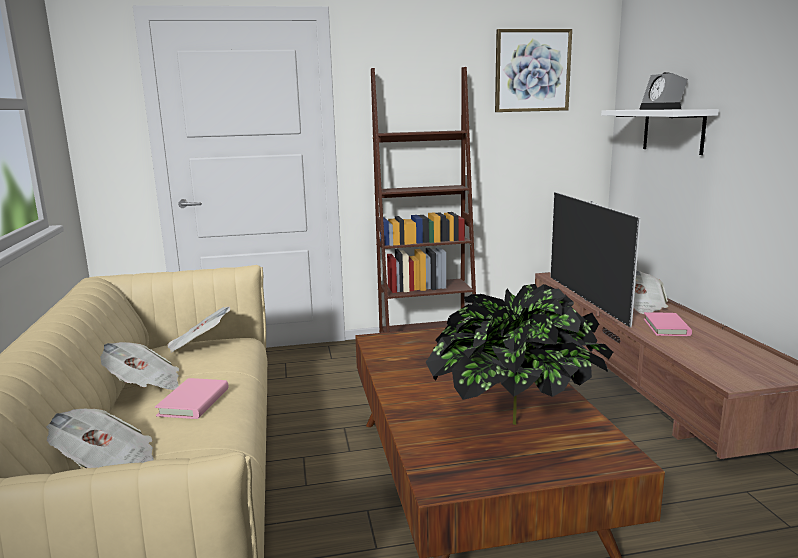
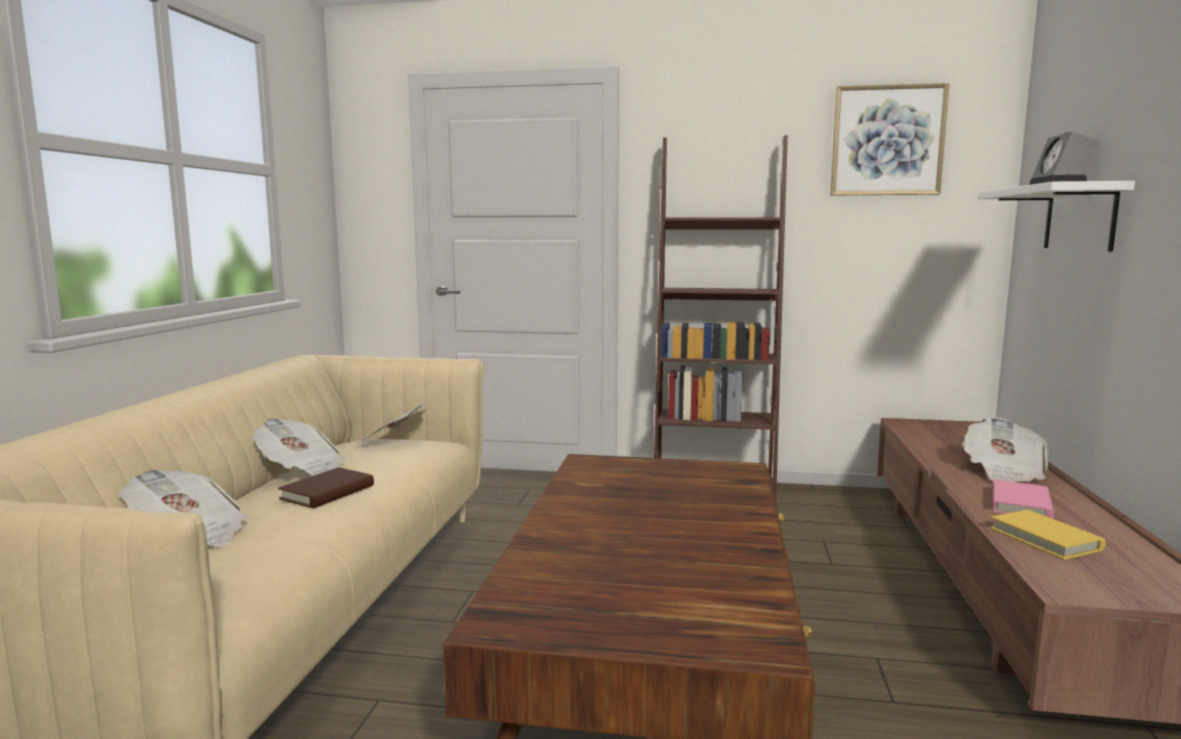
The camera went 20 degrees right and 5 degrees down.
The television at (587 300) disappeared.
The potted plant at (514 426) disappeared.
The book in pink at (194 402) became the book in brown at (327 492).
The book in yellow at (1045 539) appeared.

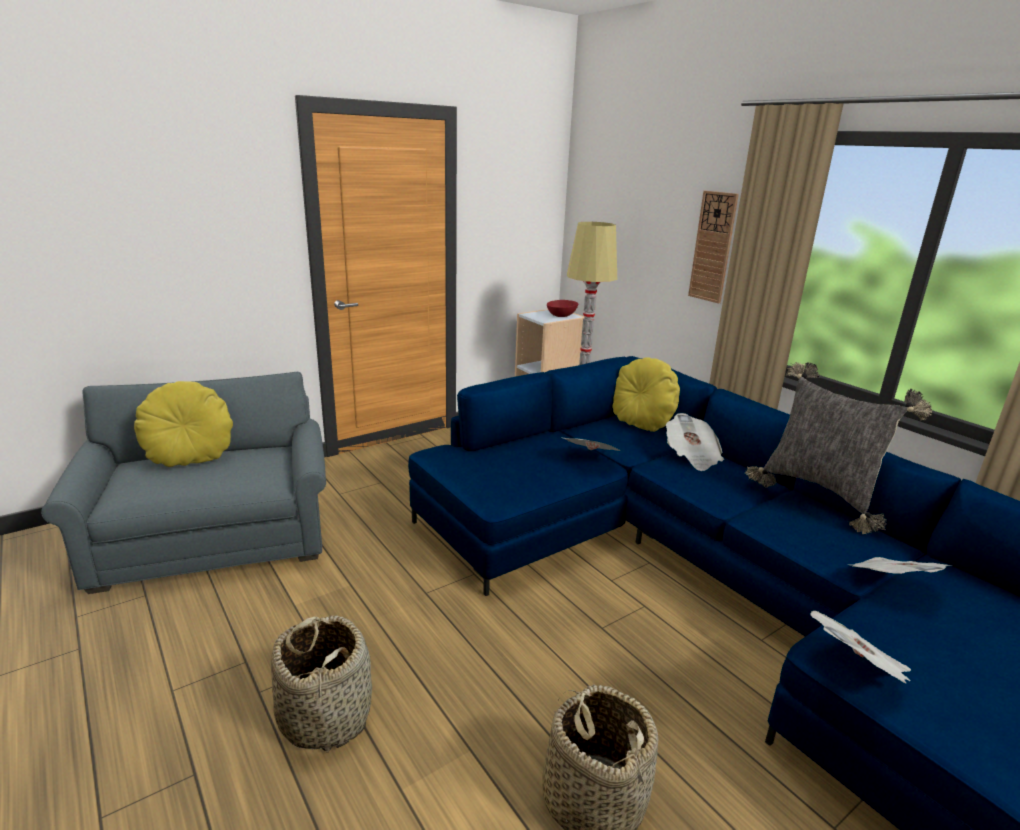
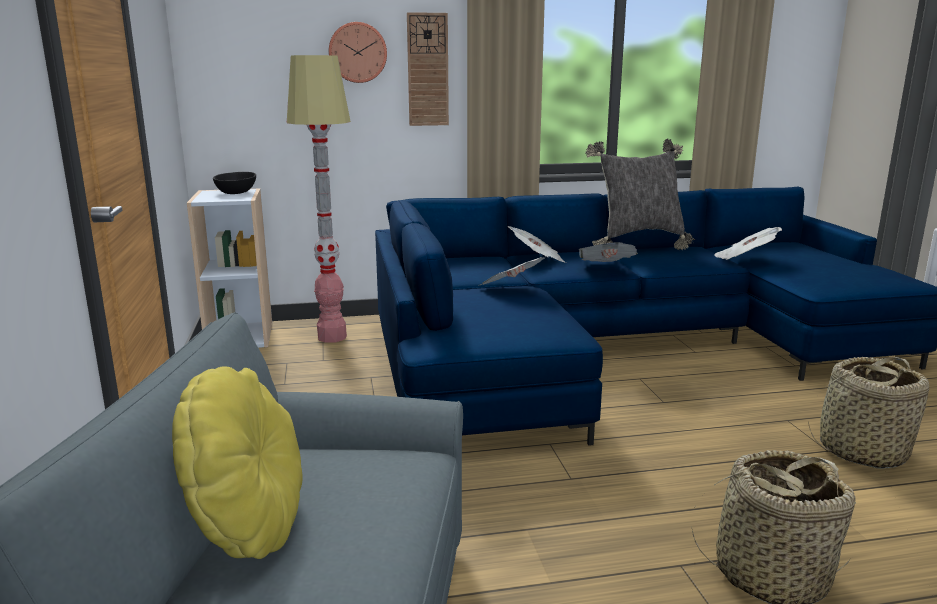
The camera went 65 degrees left and 5 degrees down.
The bowl in red at (561 316) became the bowl in black at (236 193).
The pillow in yellow at (641 424) disappeared.
The newspaper moved from (857 668) to (606 269).
The wall clock at (357 52) appeared.

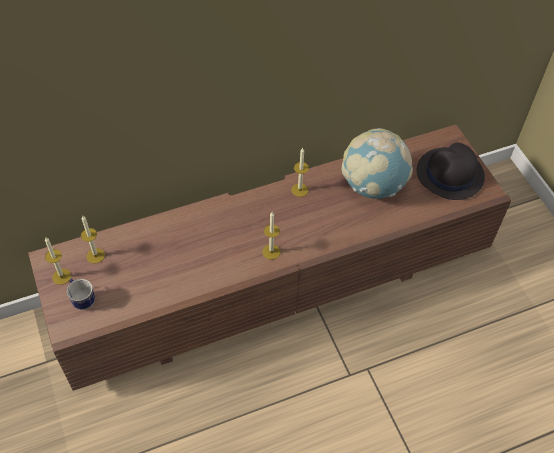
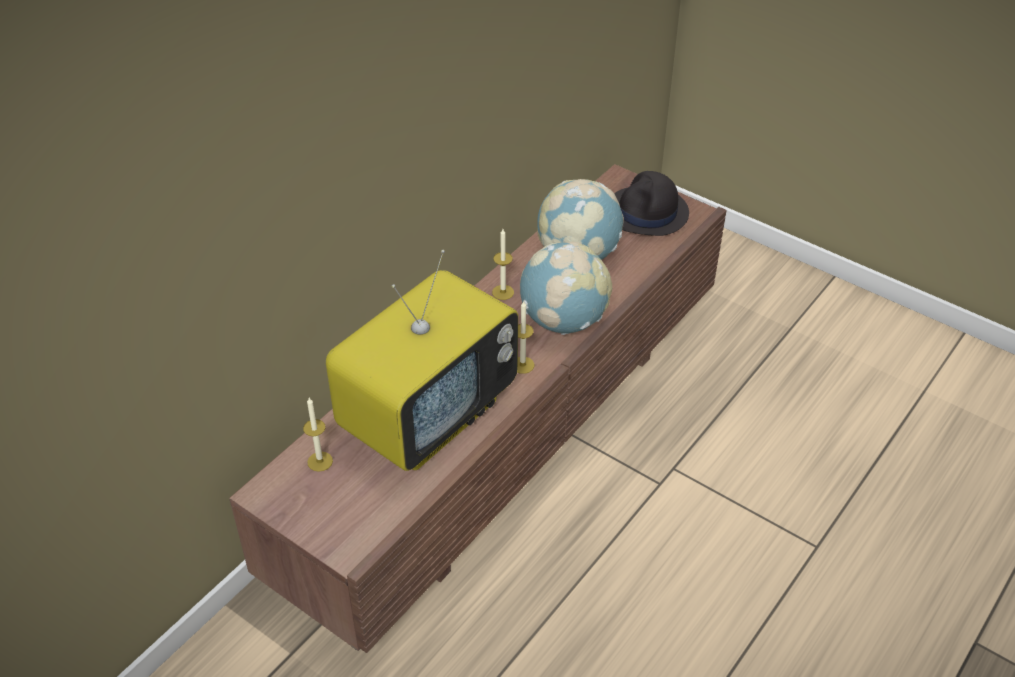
The camera went 30 degrees left and 10 degrees down.
The candle at (61 276) disappeared.
The mug at (82 300) disappeared.
The globe at (564 321) appeared.
The television at (428 415) appeared.

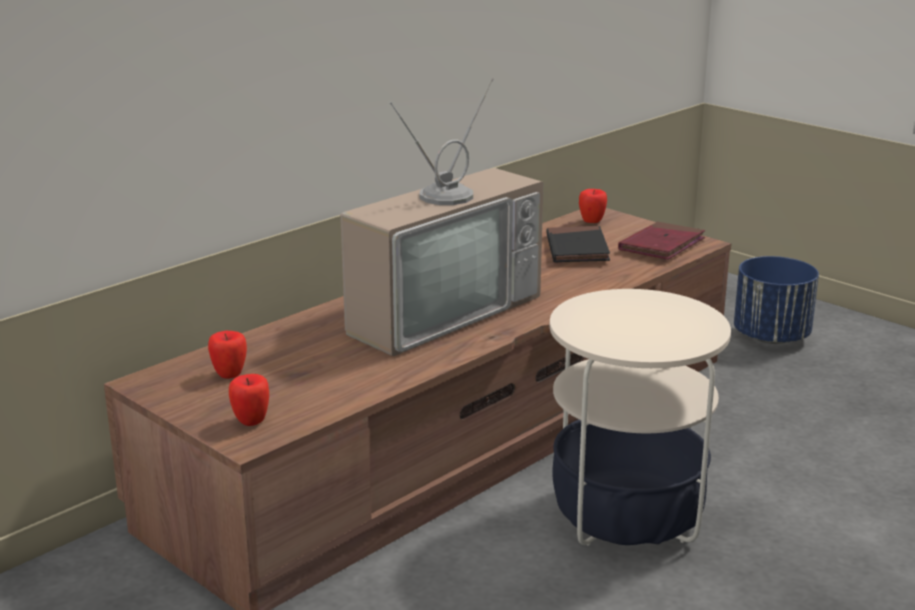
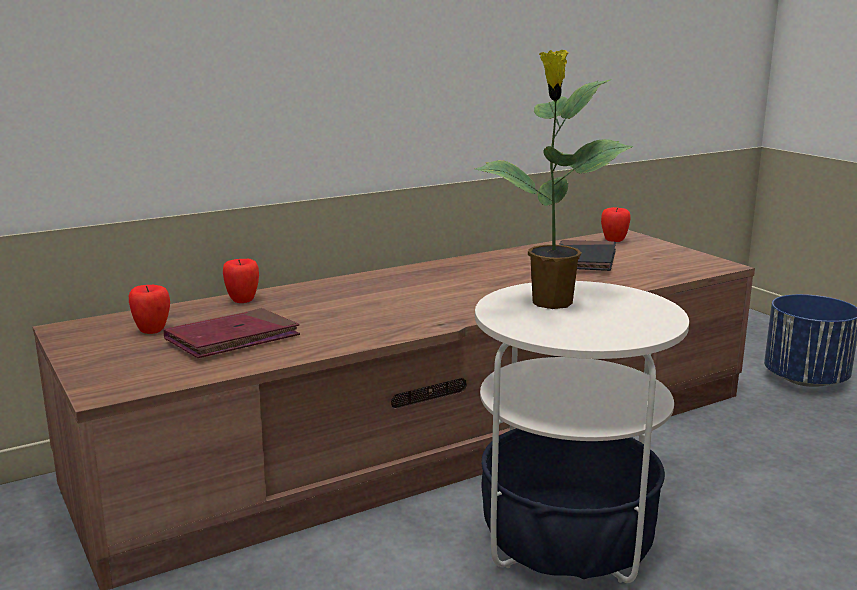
The camera went 15 degrees right and 5 degrees down.
The television at (437 310) disappeared.
The book in red moved from (661 245) to (233 339).
The apple moved from (251 421) to (242 300).
The potted plant at (550 303) appeared.

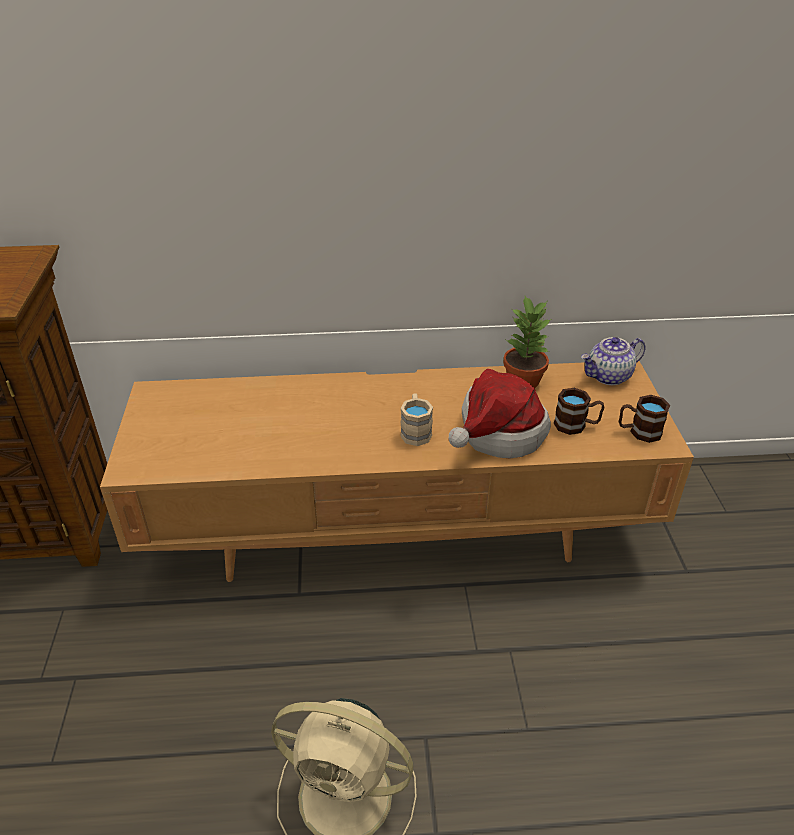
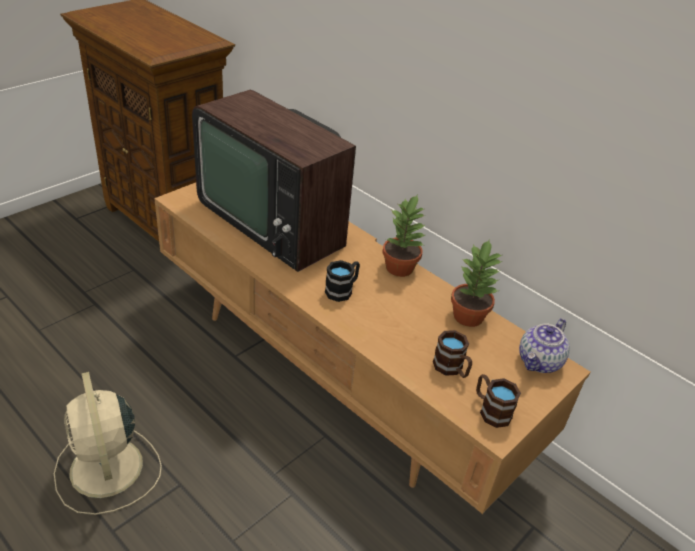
The camera went 45 degrees right and 0 degrees up.
The teapot at (608 377) turned 75 degrees counterclockwise.
The hat at (497 434) disappeared.
The mug in beige at (415 431) became the mug in black at (342 290).
The television at (276 218) appeared.
The potted plant at (400 268) appeared.

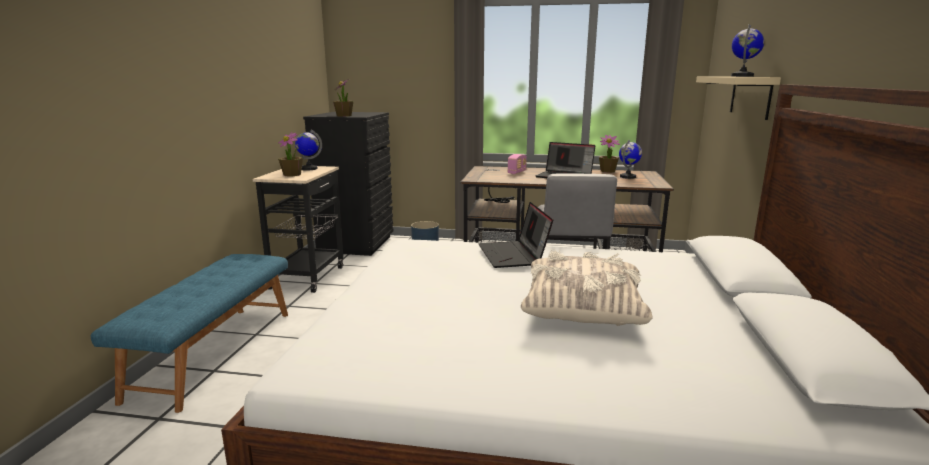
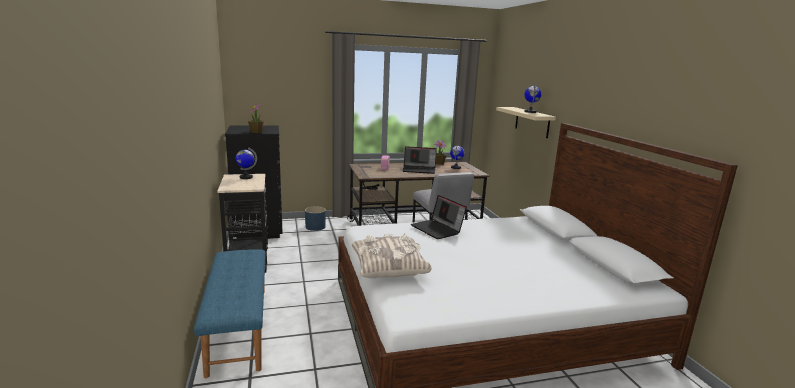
The camera went 25 degrees left and 0 degrees up.
The potted plant at (292 174) disappeared.
The pillow in beige moved from (582 311) to (389 269).

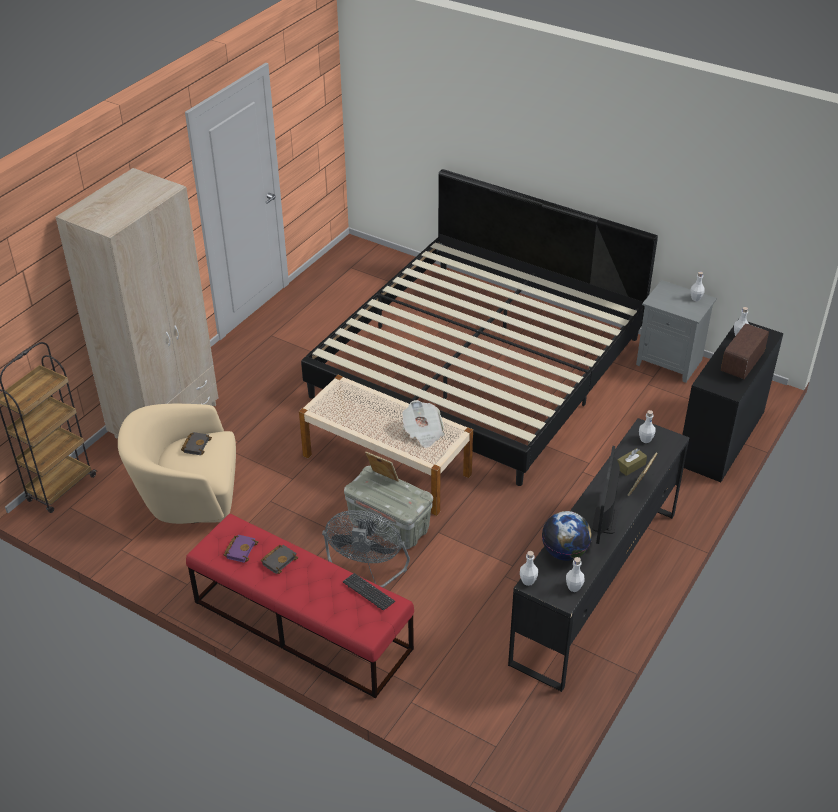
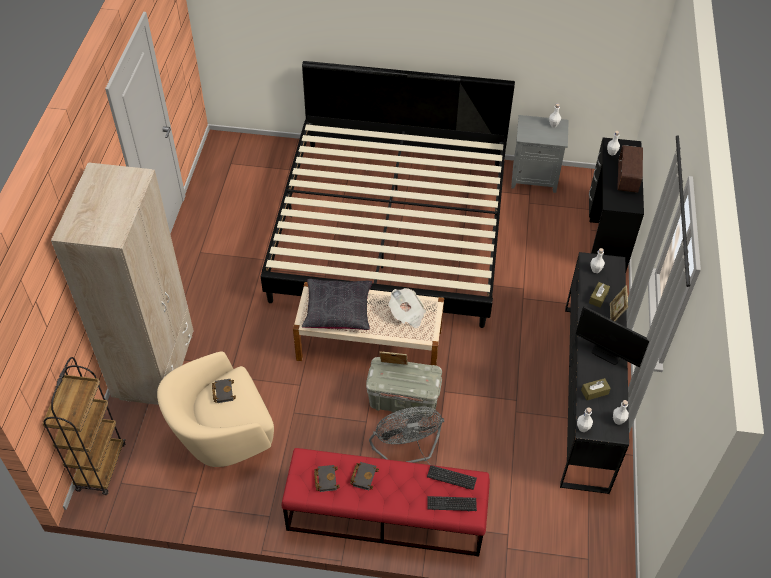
The camera went 25 degrees left and 10 degrees up.
The monitor at (605 520) turned 45 degrees counterclockwise.
The globe at (565 552) was replaced by the tissue box in brown at (594 392).
The book in purple at (240 549) became the book in black at (325 479).
The pillow in black at (338 311) appeared.
The keyboard at (451 504) appeared.

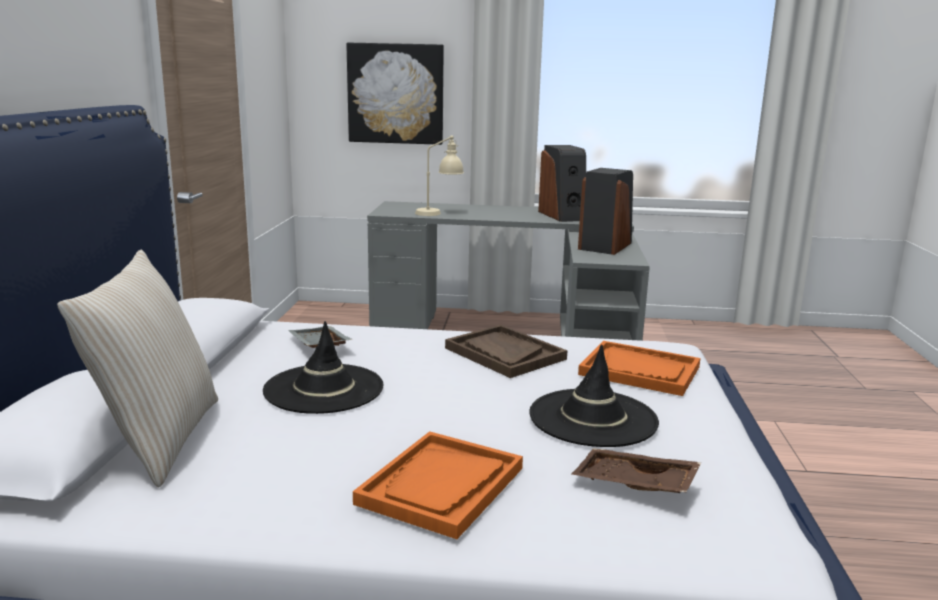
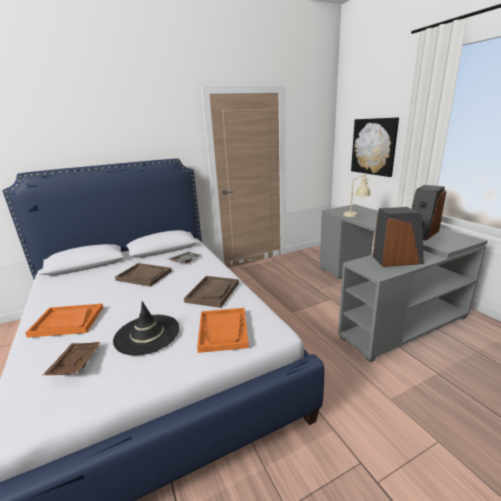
The camera went 60 degrees right and 5 degrees up.
The pillow in beige at (158 440) disappeared.
The hat in black at (324 389) was replaced by the tray in brown at (144 275).

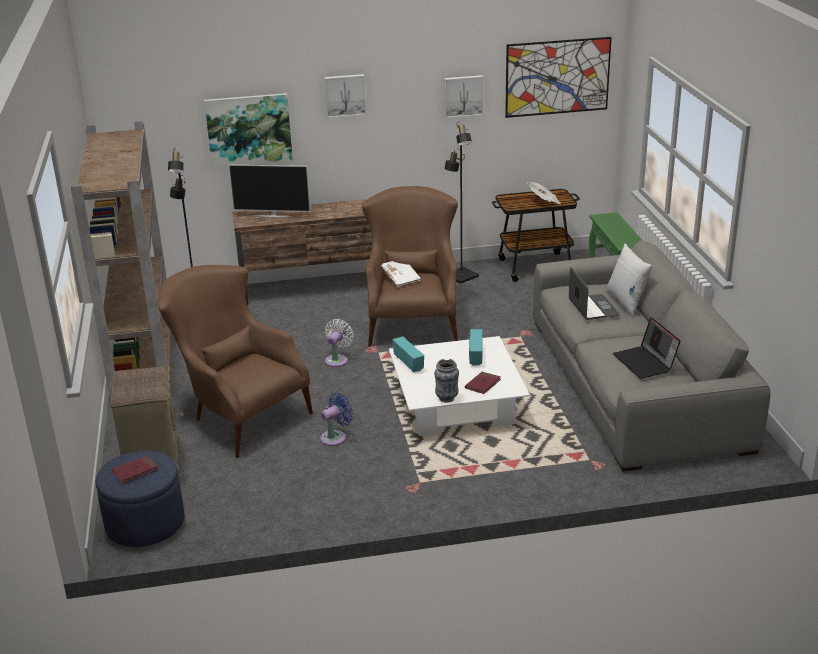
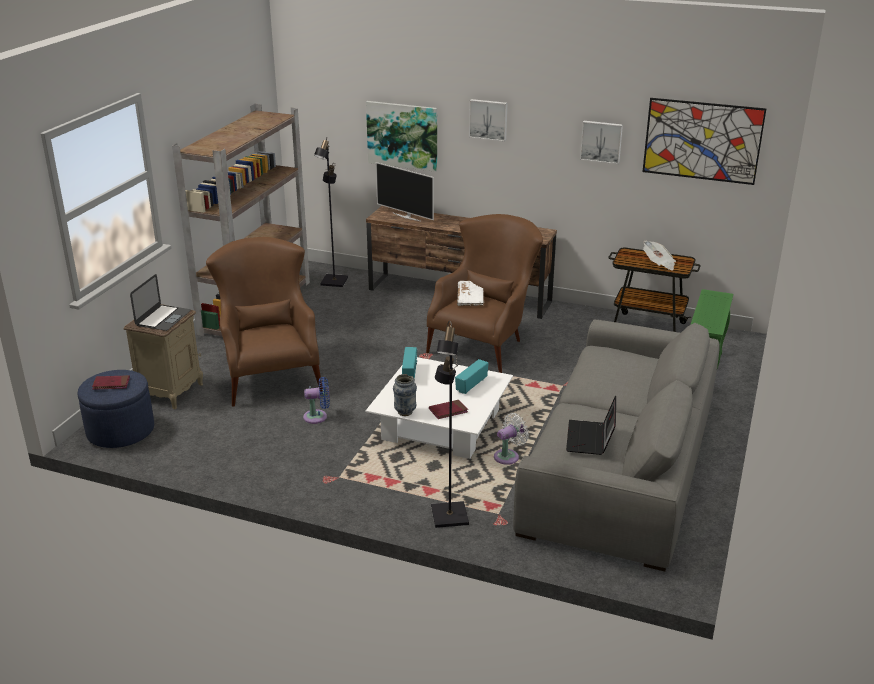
The camera went 30 degrees right and 0 degrees up.
The floor lamp in black moved from (461 276) to (449 515).
The pillow in grey at (626 302) disappeared.
The laptop moved from (593 307) to (163 318).
The fan in white moved from (337 360) to (508 456).

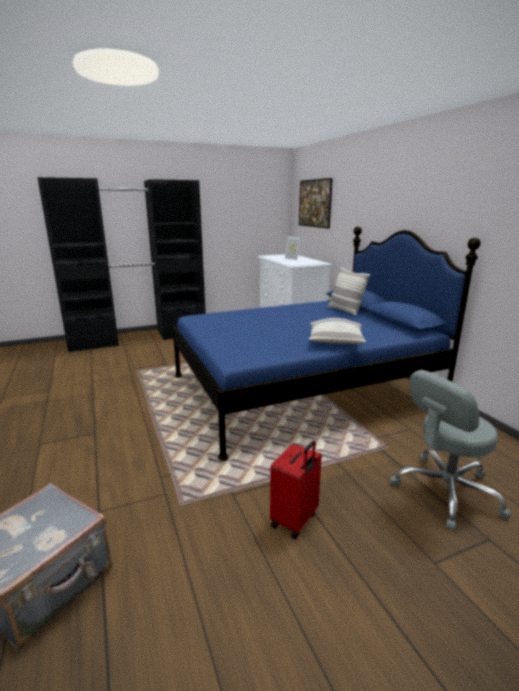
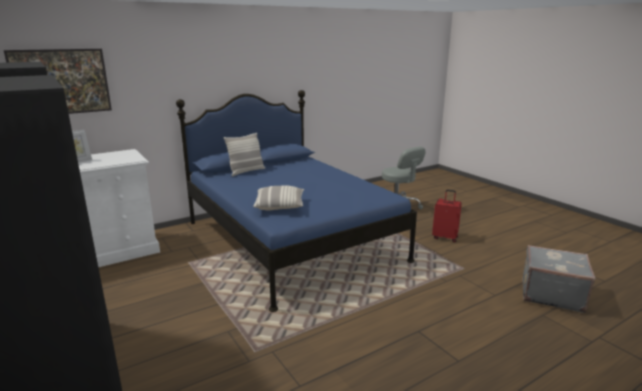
The camera went 100 degrees left and 0 degrees up.
The pillow moved from (335 342) to (280 206).

